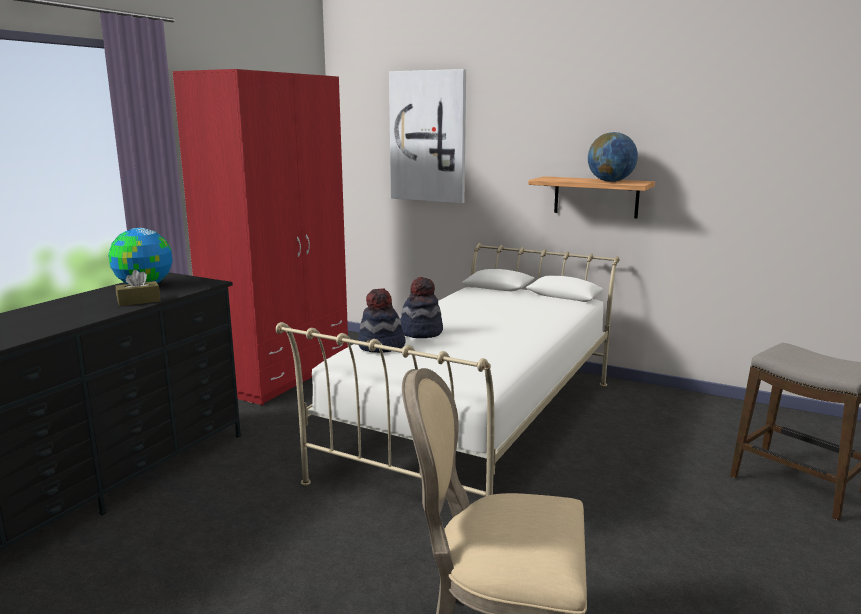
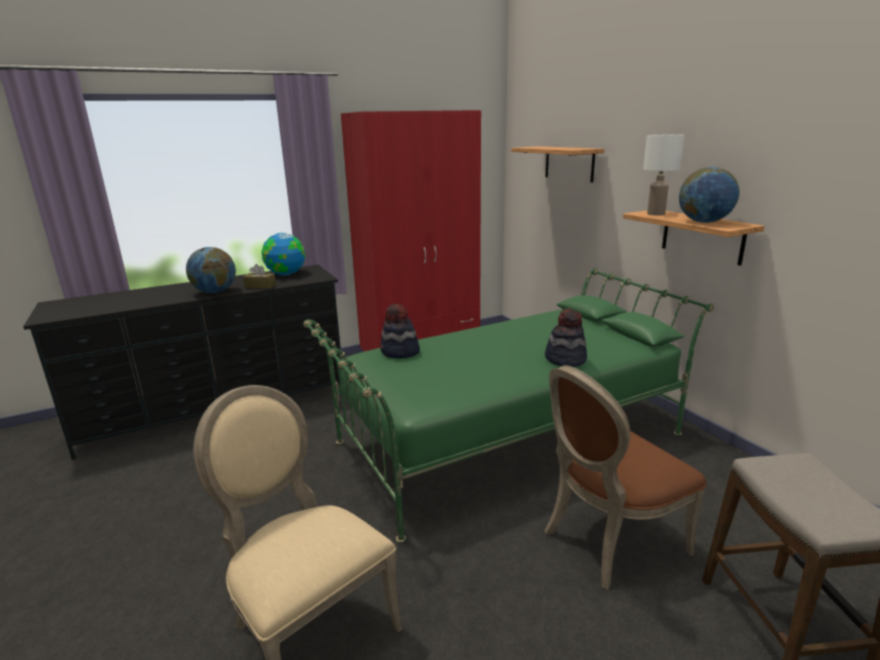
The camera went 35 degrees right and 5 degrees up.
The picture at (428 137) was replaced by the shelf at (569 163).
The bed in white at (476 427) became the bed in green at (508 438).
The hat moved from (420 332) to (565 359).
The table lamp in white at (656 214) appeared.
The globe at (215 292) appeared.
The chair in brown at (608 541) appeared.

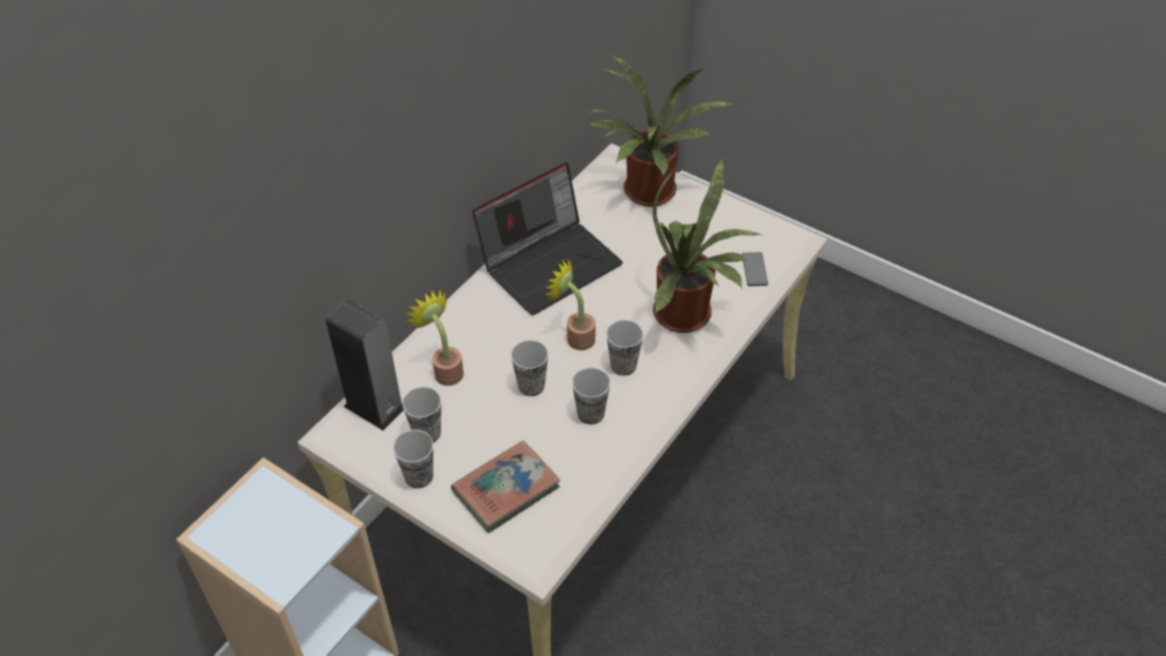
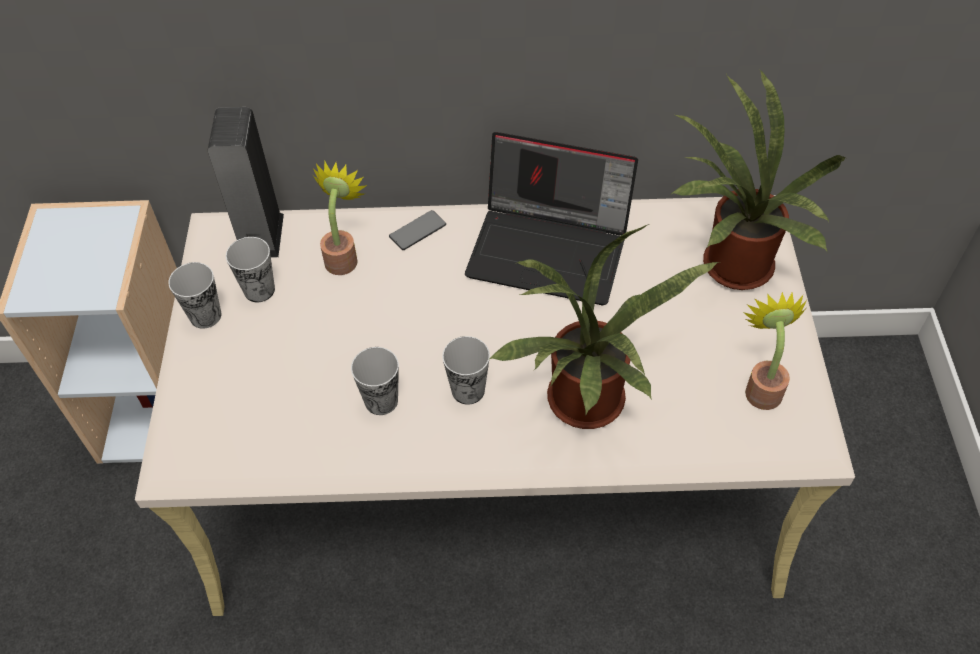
The camera went 55 degrees right and 5 degrees up.
The phone moved from (754 270) to (417 231).
The potted plant moved from (575 337) to (761 387).
The cup at (531 385) disappeared.
The book at (506 489) disappeared.

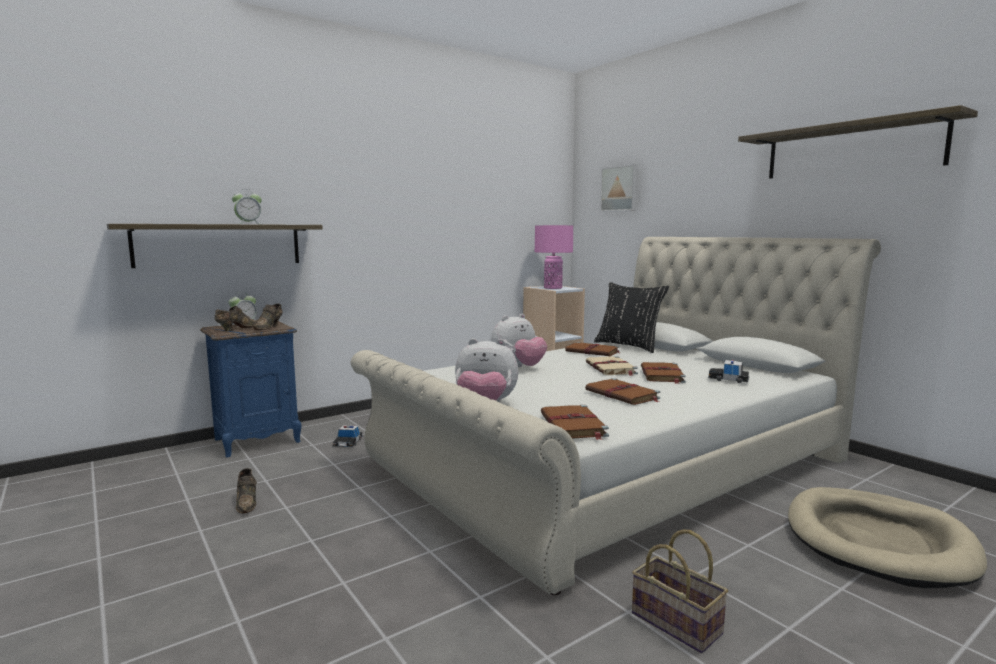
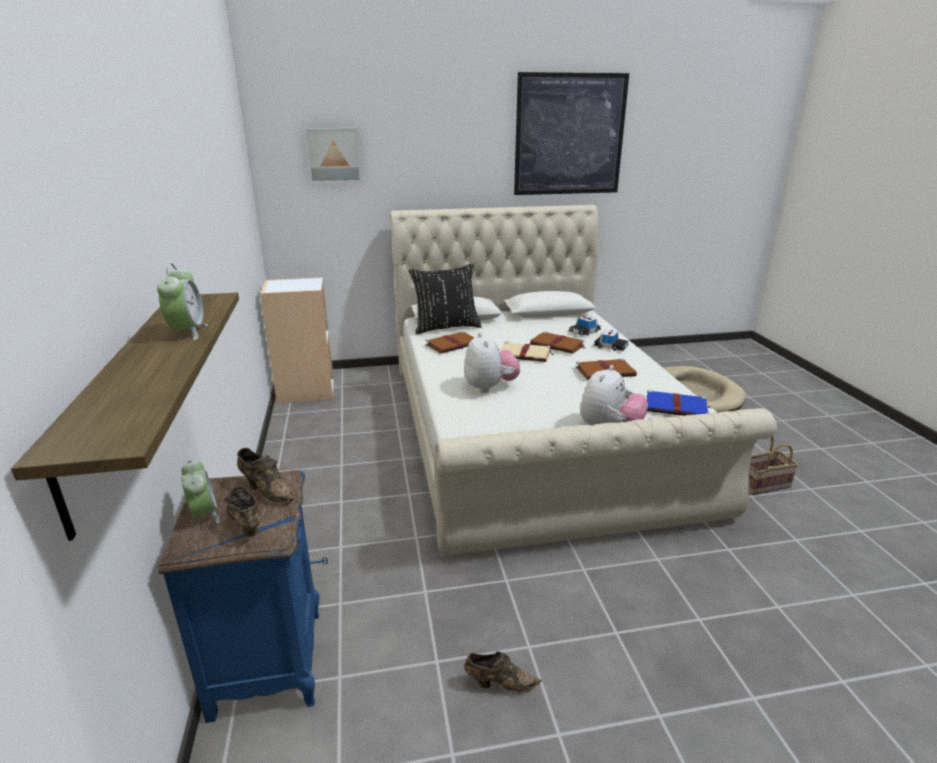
The camera went 65 degrees left and 15 degrees up.
The shelf at (851 150) was replaced by the picture at (569 135).
The table lamp in pink at (552 288) disappeared.
The book in brown at (573 425) became the book in blue at (677 407).
The toy car moved from (348 442) to (610 346).

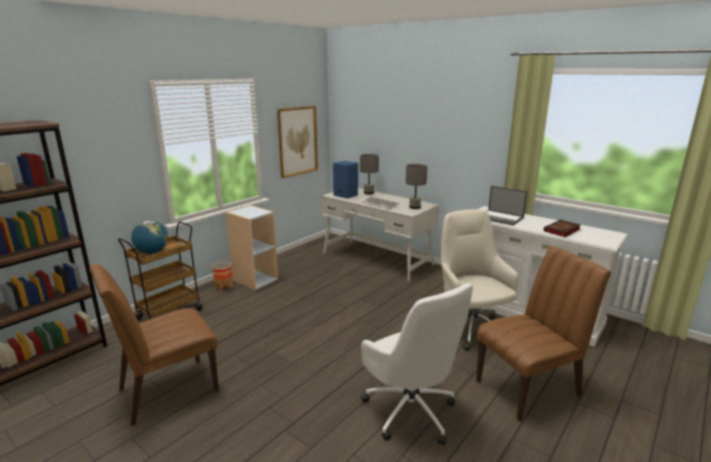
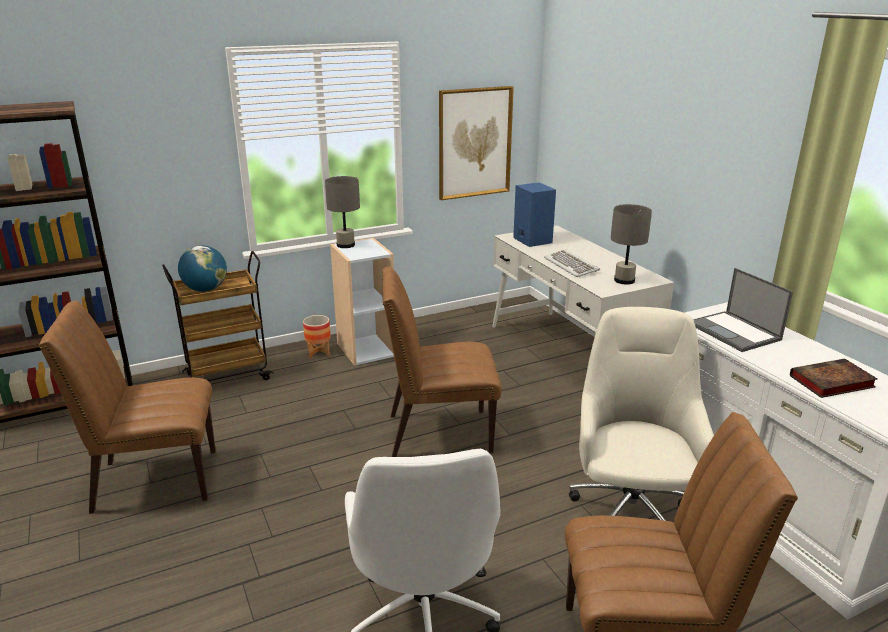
The camera went 25 degrees right and 5 degrees up.
The table lamp in grey moved from (369 193) to (345 245).
The chair in brown at (440 433) appeared.

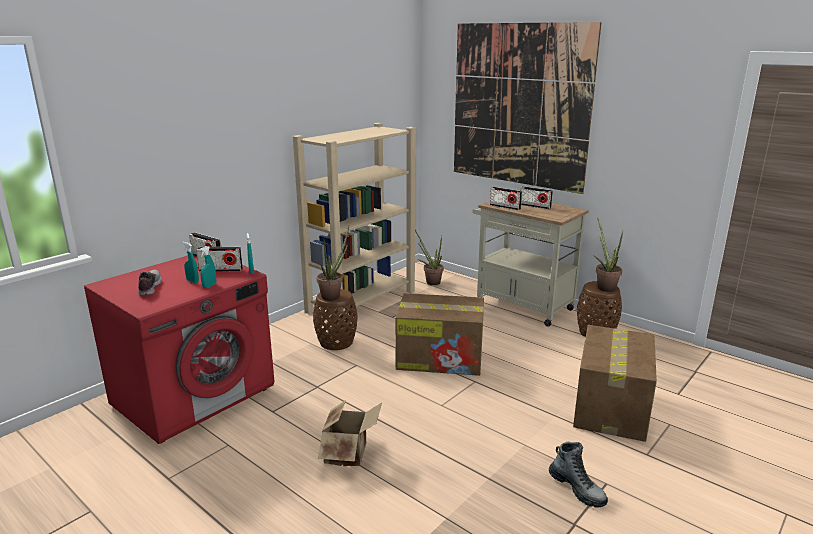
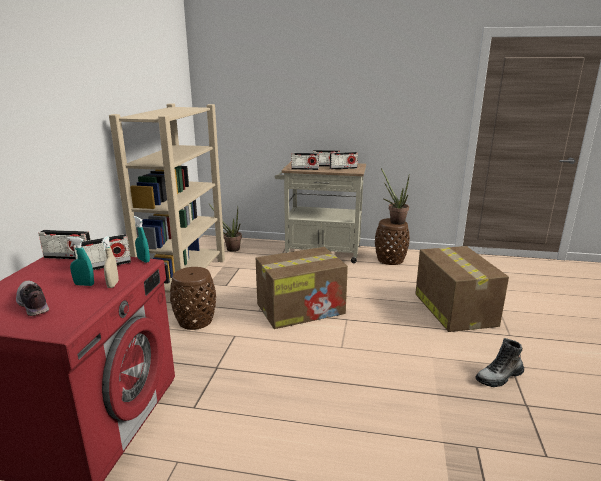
The camera went 30 degrees left and 0 degrees up.
The picture at (519 106) disappeared.
The potted plant at (333 295) disappeared.
The spray bottle in turquoise at (209 286) became the spray bottle in beige at (113 284).
The cardboard box at (350 453) disappeared.
The boot at (577 489) turned 135 degrees clockwise.
The radio at (343 168) appeared.

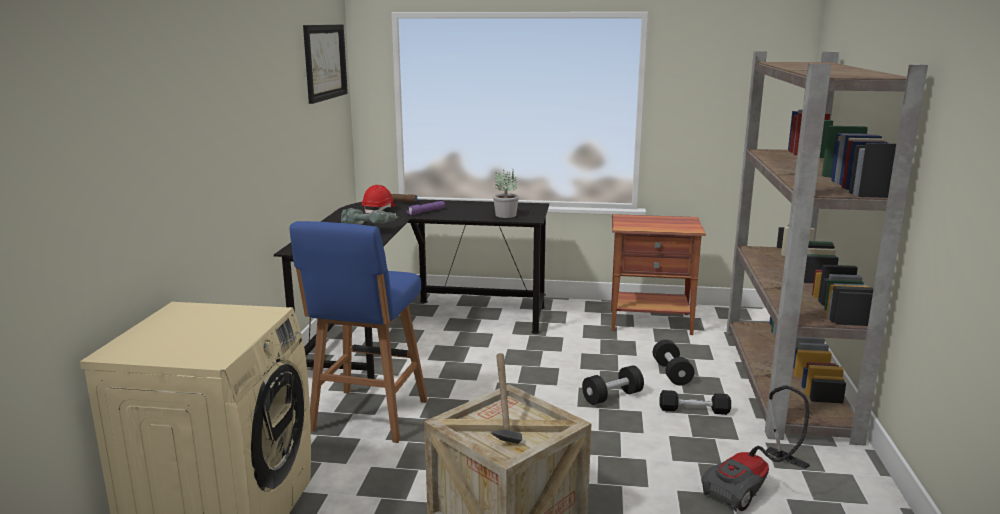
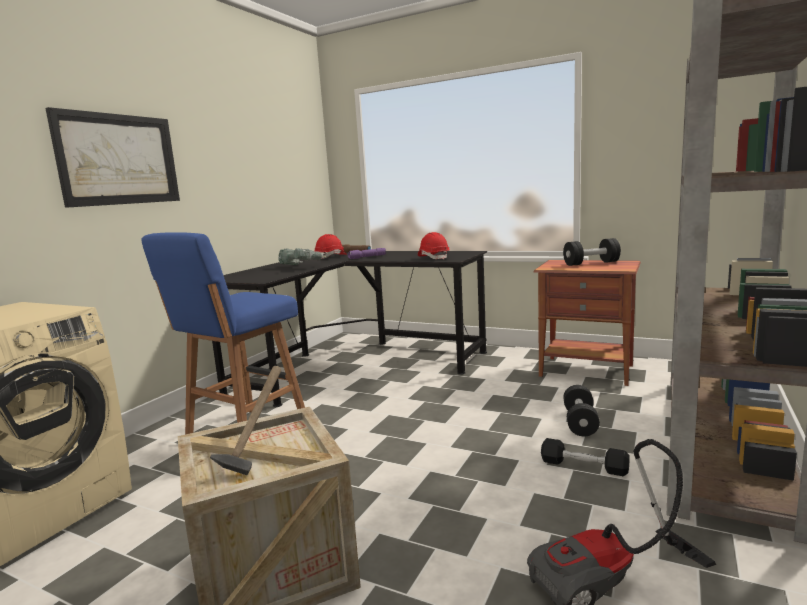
The camera went 20 degrees right and 5 degrees down.
The picture moved from (324 62) to (118 159).
The potted plant at (505 215) was replaced by the hard hat in red at (433 258).
The dumbbell in black moved from (612 397) to (591 263).

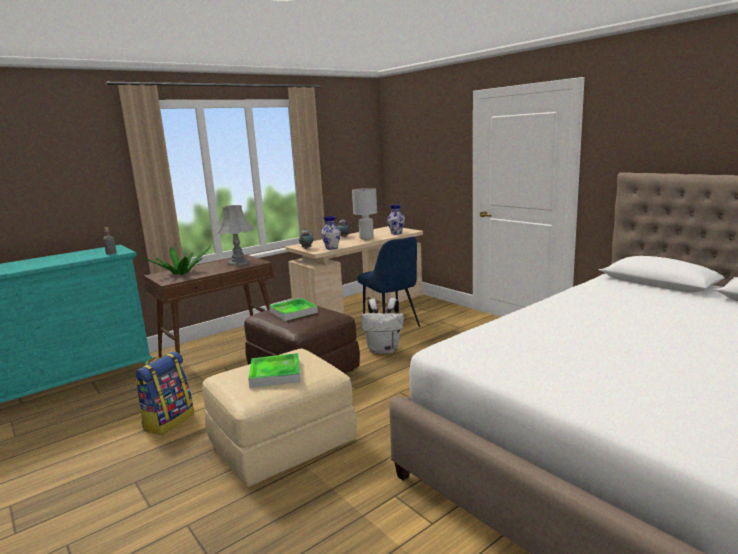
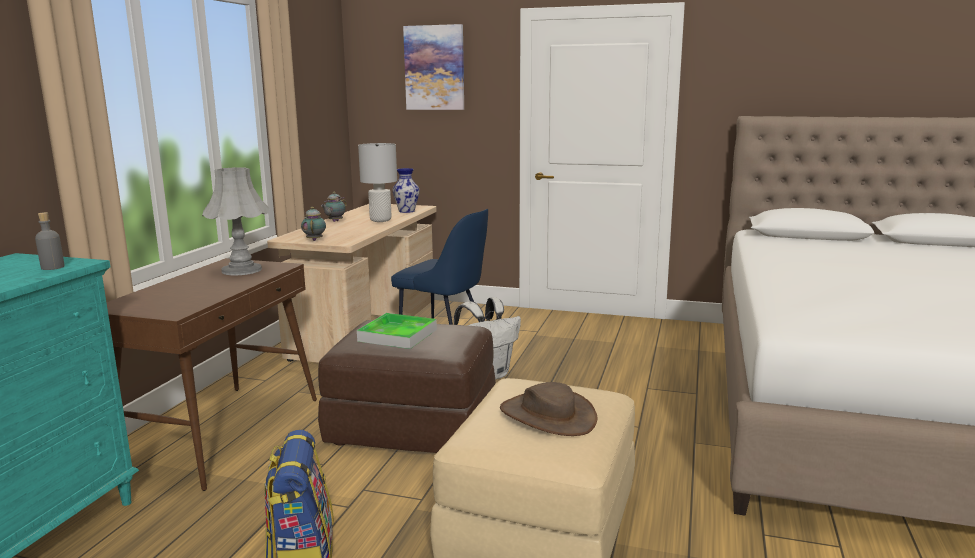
The camera went 35 degrees left and 0 degrees up.
The vase at (331 248) disappeared.
The potted plant at (181 274) disappeared.
The tray at (275 374) was replaced by the hat in brown at (547 416).
The picture at (434 68) appeared.

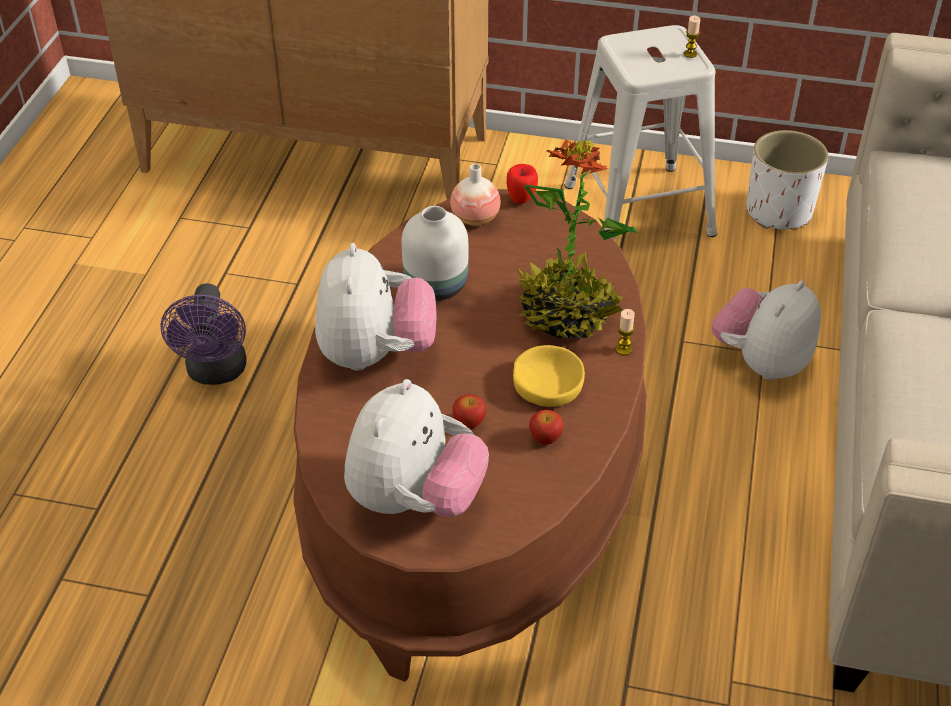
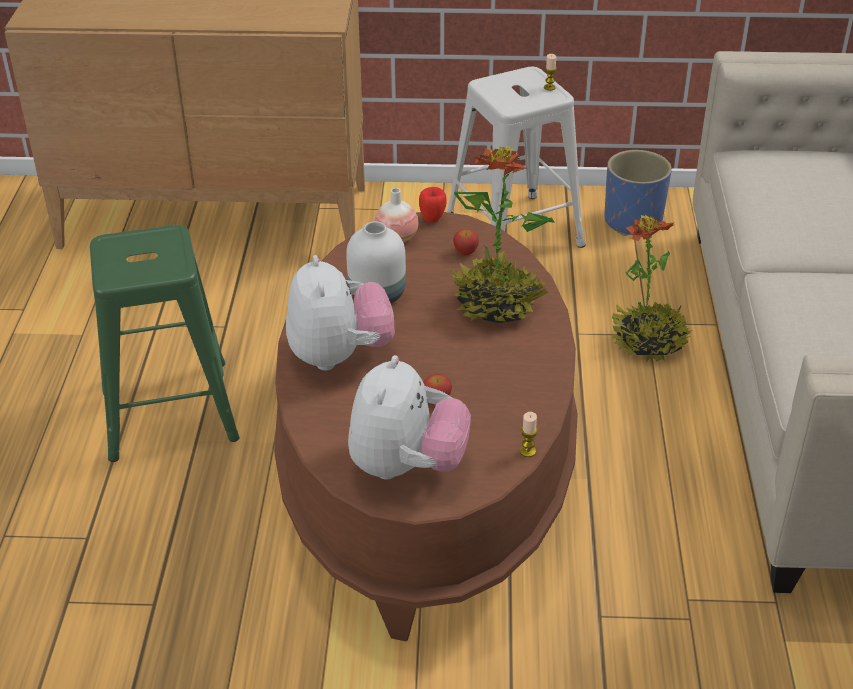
The camera went 10 degrees left and 5 degrees down.
The planter in white at (779 211) became the planter in blue at (633 221).
The plush toy at (761 361) was replaced by the potted plant at (648 342).
The fan in purple at (216 373) was replaced by the stool in green at (169 409).
The candle moved from (623 349) to (527 451).
The bowl in yellow at (547 384) disappeared.
The apple moved from (545 438) to (465 252).

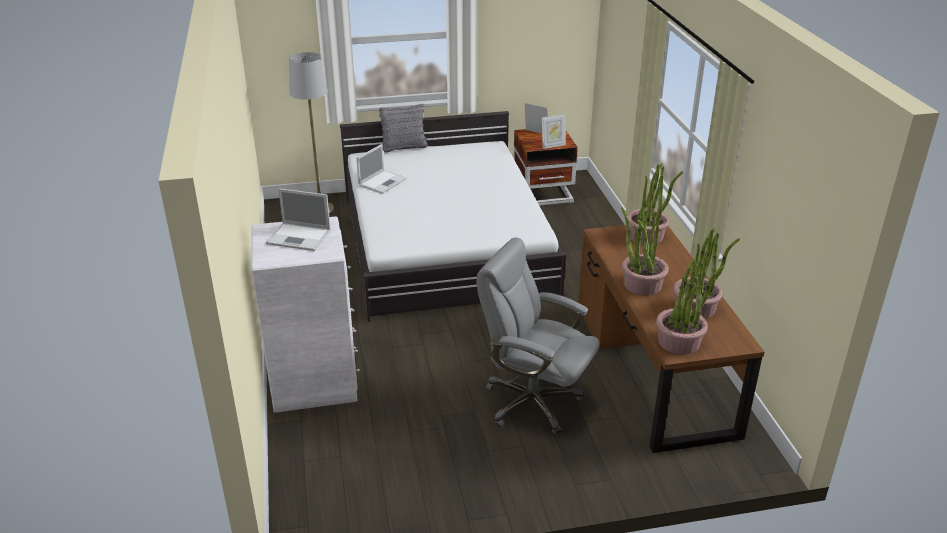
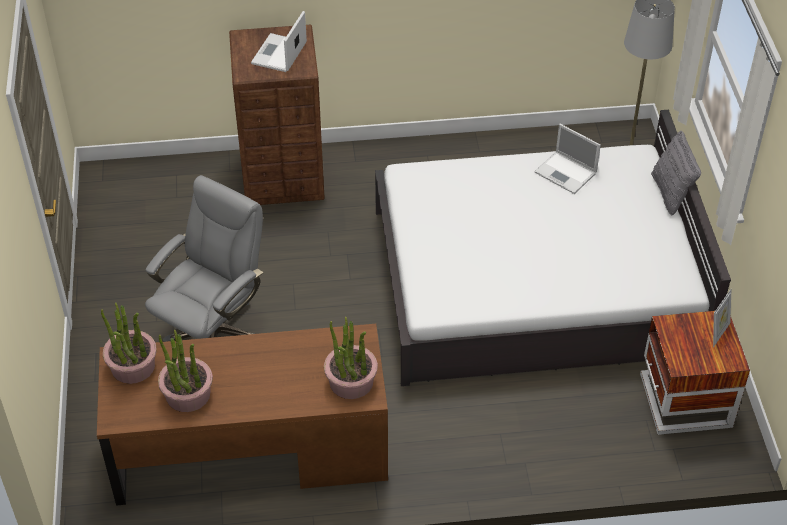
The camera went 95 degrees right and 15 degrees up.
The picture frame at (553 145) disappeared.
The potted plant at (642 284) disappeared.
The dresser in white at (314 381) became the dresser in brown at (283 177).

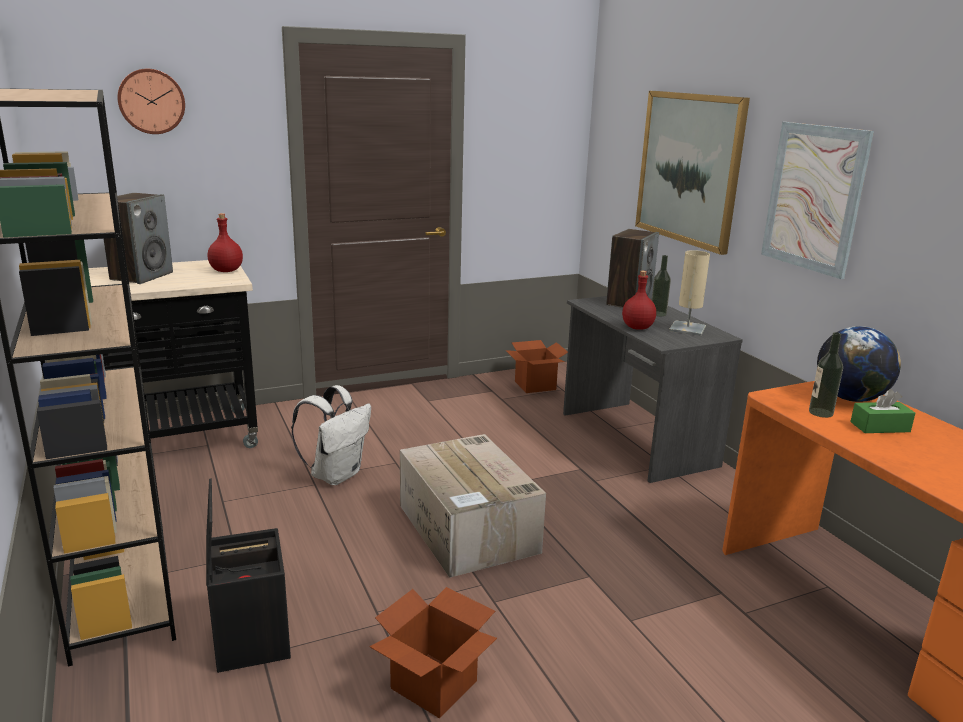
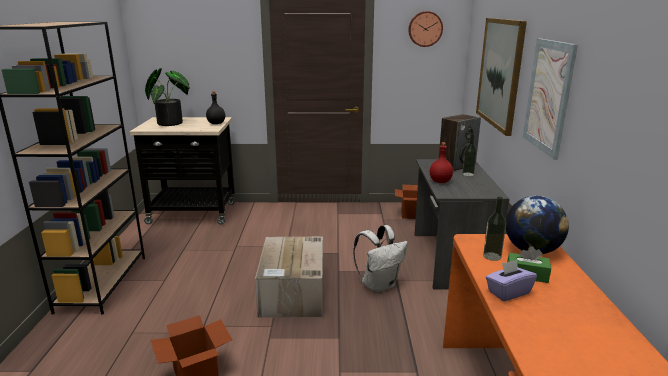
The camera went 25 degrees right and 0 degrees up.
The wall clock moved from (151 101) to (425 29).
The speaker at (142 276) was replaced by the potted plant at (173 123).
The bottle in red at (227 271) became the bottle in black at (216 123).
The table lamp in beige at (687 329) disappeared.
The backpack in white moved from (336 475) to (379 285).
The storage box in black at (250 637) disappeared.
The tissue box in purple at (508 292) appeared.

